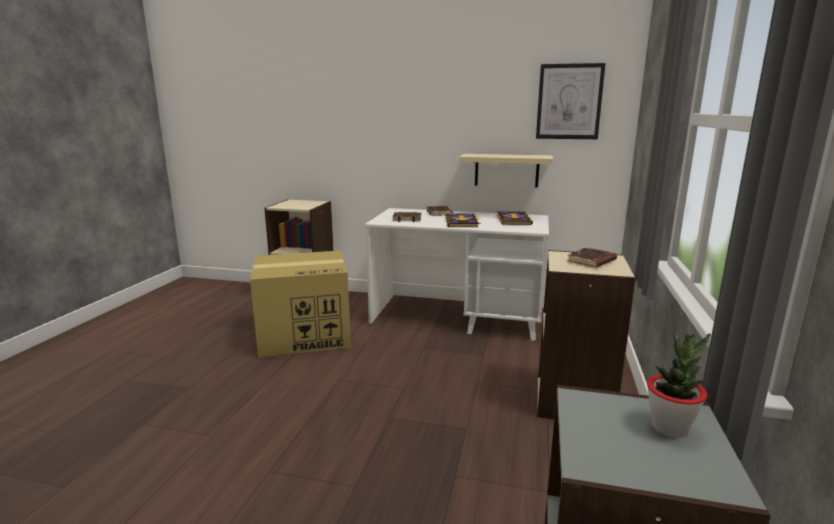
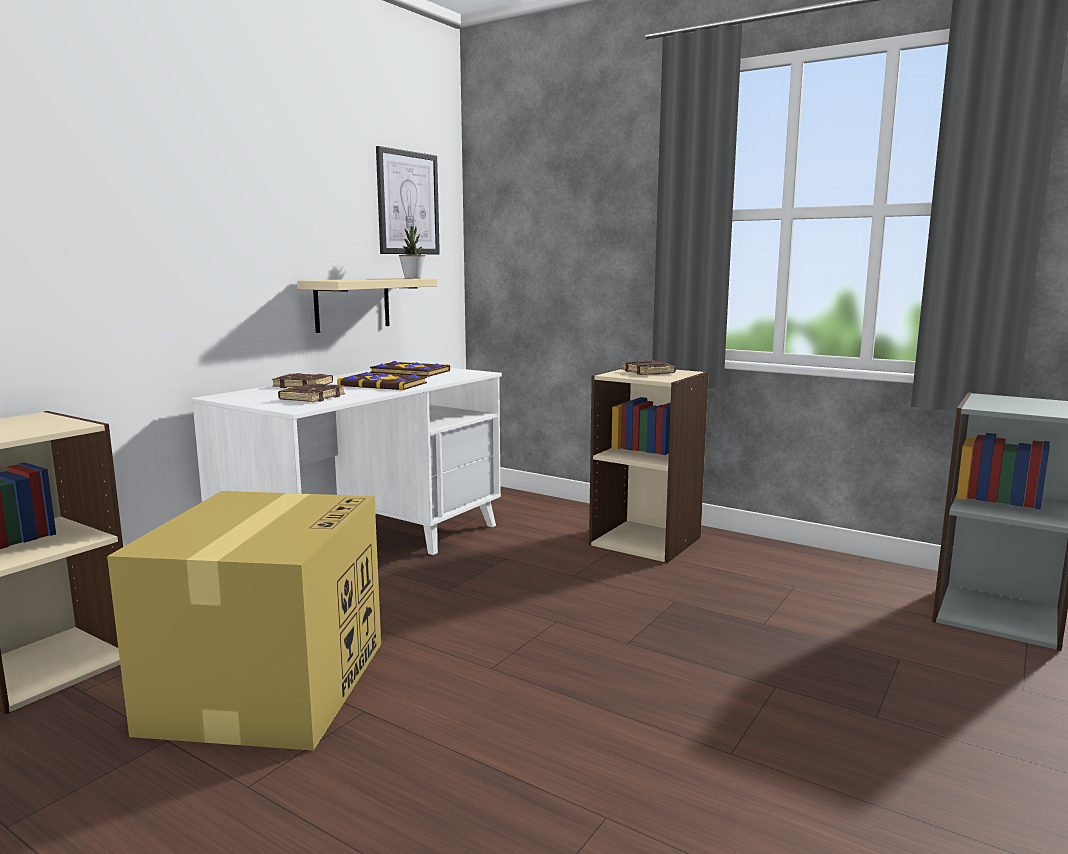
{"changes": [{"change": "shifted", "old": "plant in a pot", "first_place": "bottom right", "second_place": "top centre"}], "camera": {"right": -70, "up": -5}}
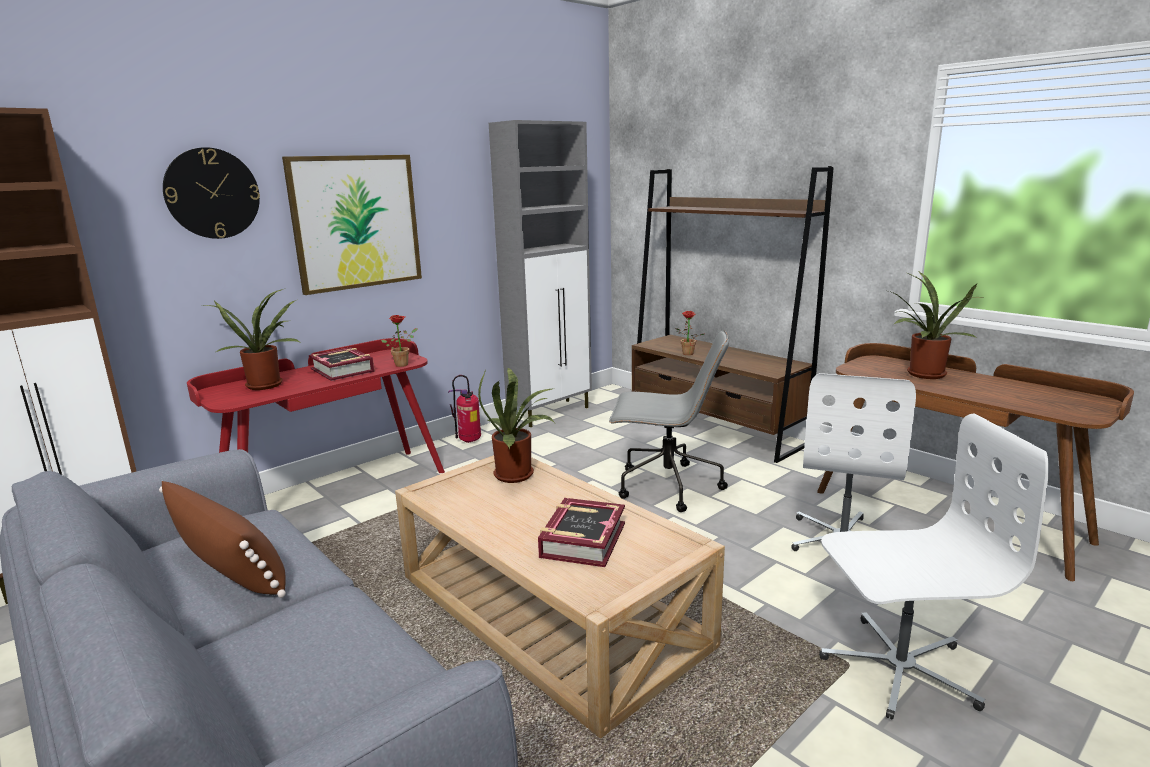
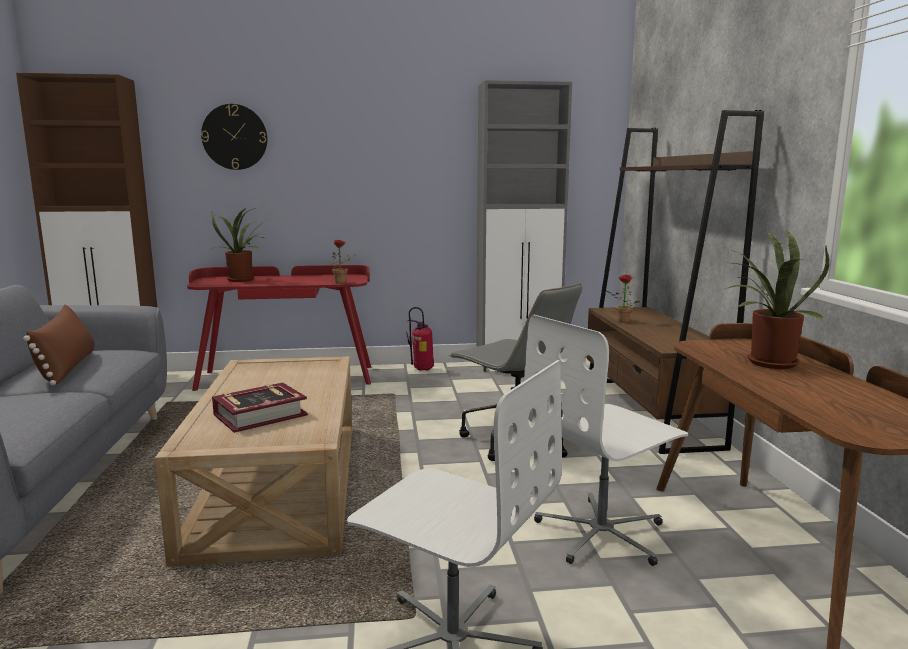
{"changes": [{"change": "gone", "old": "wall picture", "first_place": "top left"}, {"change": "gone", "old": "bound book (no. 1 from left)", "first_place": "middle left"}, {"change": "gone", "old": "plant in a pot (no. 3 from left)", "first_place": "centre"}], "camera": {"right": 35, "up": -5}}
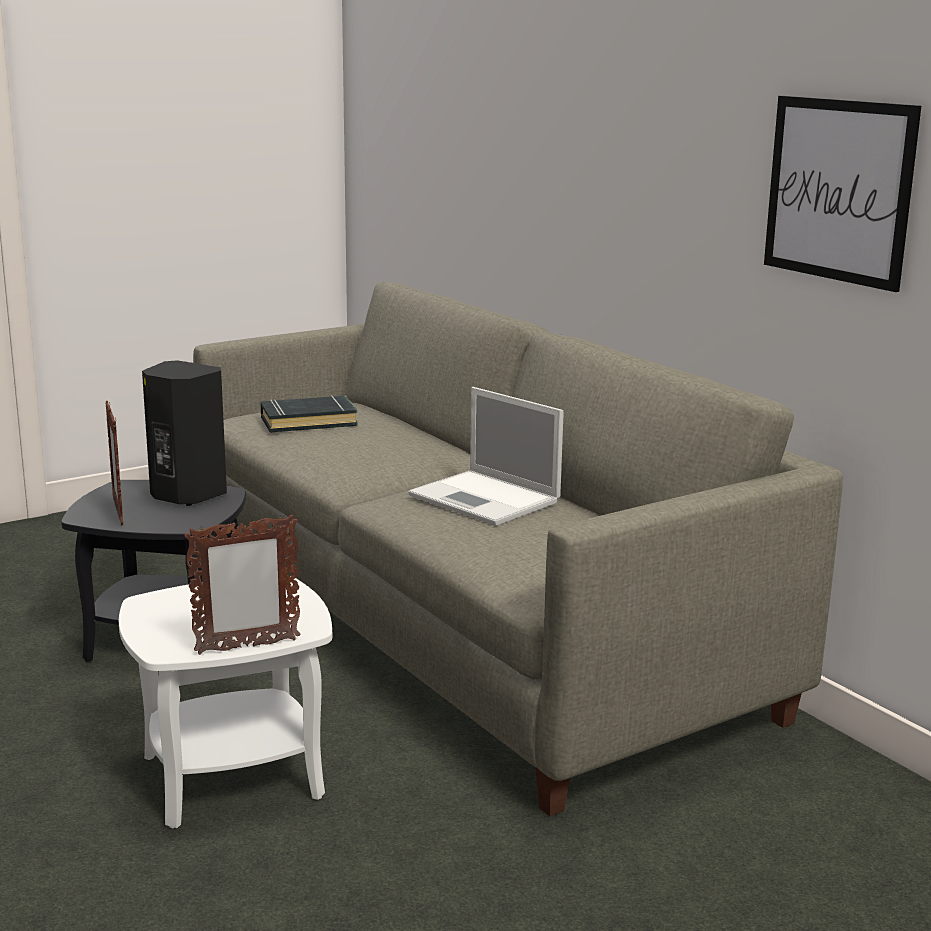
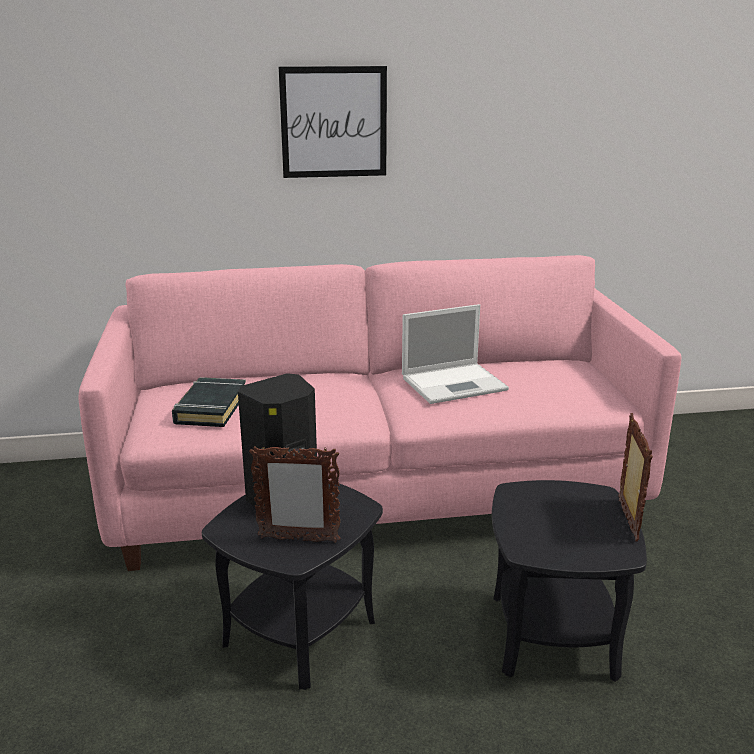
{"changes": [{"change": "shifted", "old": "wall picture", "first_place": "top right", "second_place": "top centre"}, {"change": "repainted", "old": "side table (white)", "new": "side table (blackish) (no. 2 from left)", "first_place": "bottom left", "second_place": "bottom right"}, {"change": "repainted", "old": "settee (gray)", "new": "settee (pink-coloured)", "first_place": "centre", "second_place": "centre"}], "camera": {"right": -65, "up": 5}}
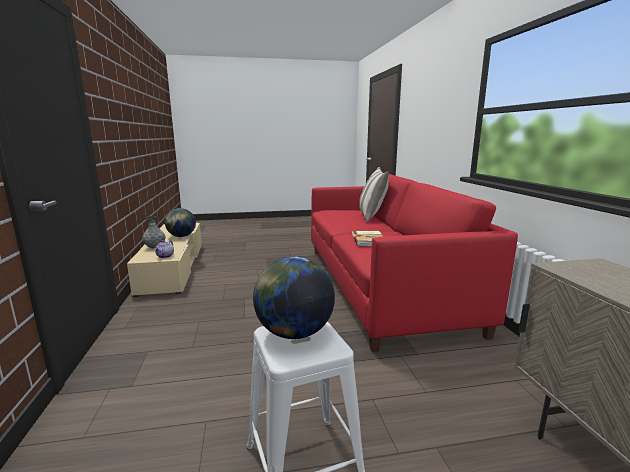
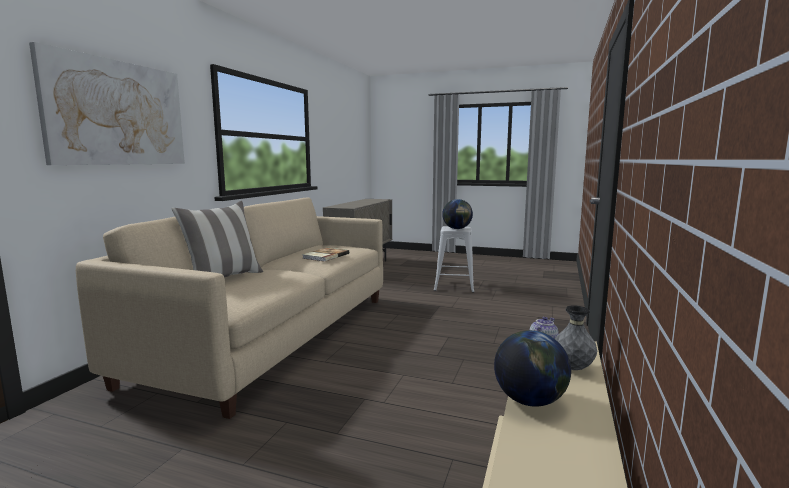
{"changes": [{"change": "new", "new": "wall picture", "second_place": "top left"}, {"change": "repainted", "old": "settee (red-coloured)", "new": "settee (beige)", "first_place": "centre", "second_place": "middle left"}], "camera": {"right": -150, "up": -5}}
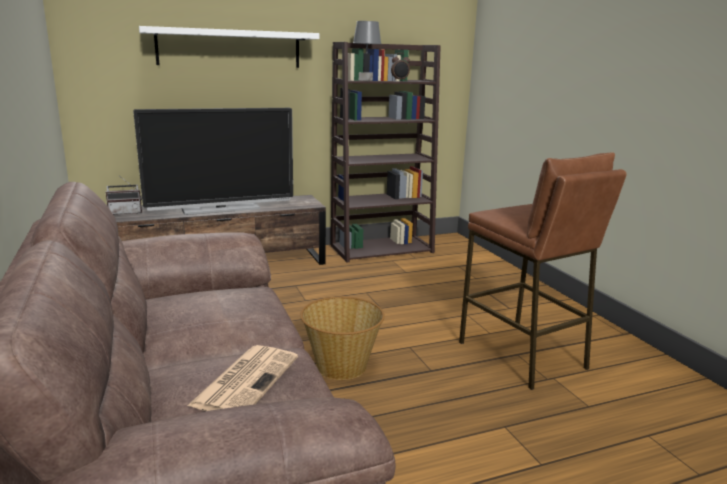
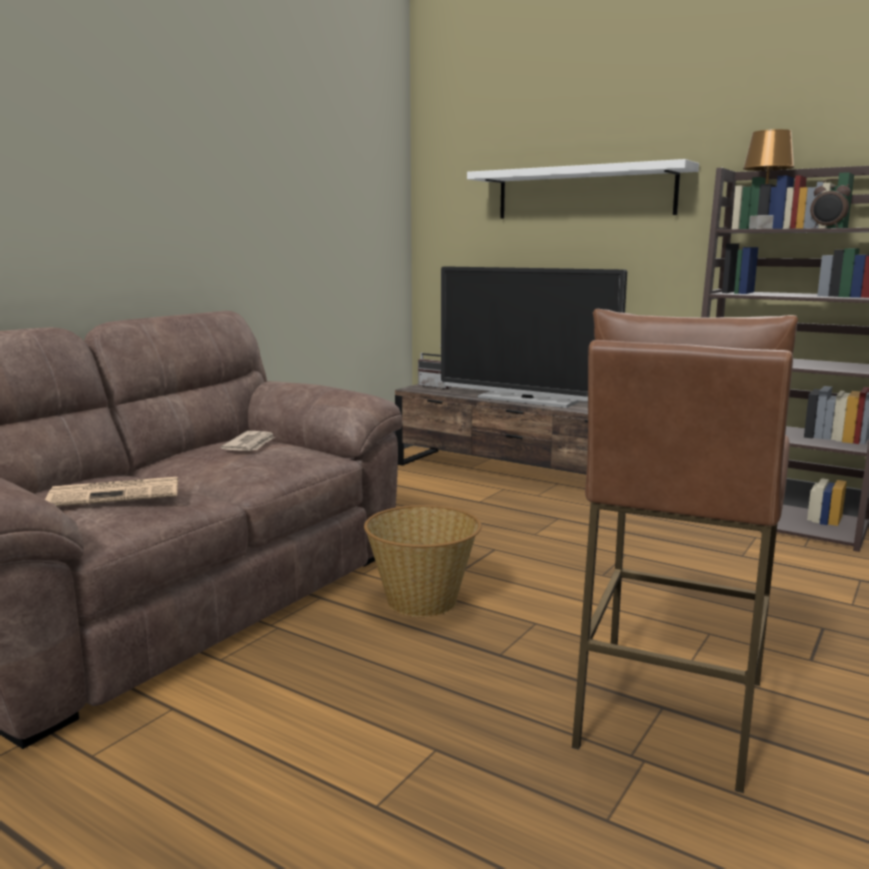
{"changes": [{"change": "new", "new": "printed paper (no. 2 from left)", "second_place": "middle left"}, {"change": "repainted", "old": "tabletop lamp (gray)", "new": "tabletop lamp (brownish)", "first_place": "top centre", "second_place": "top right"}], "camera": {"right": 55, "up": -5}}
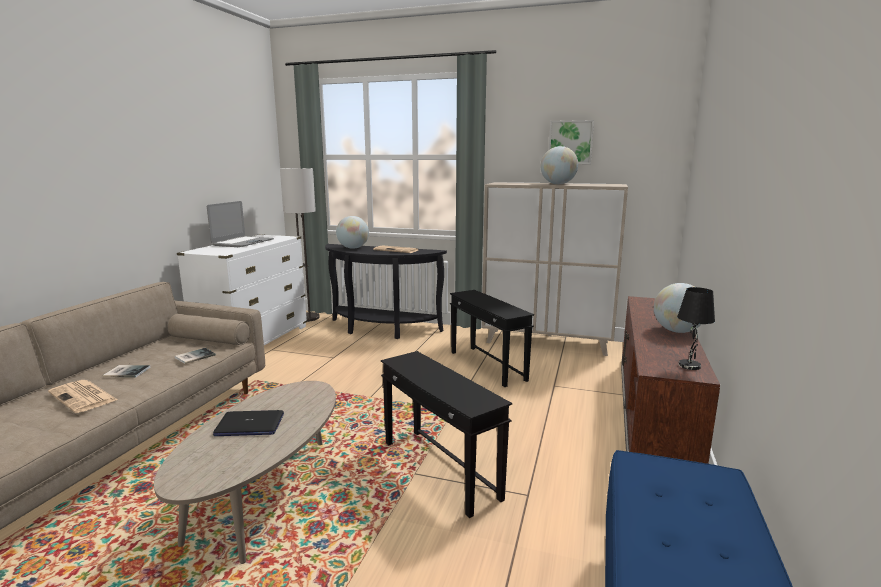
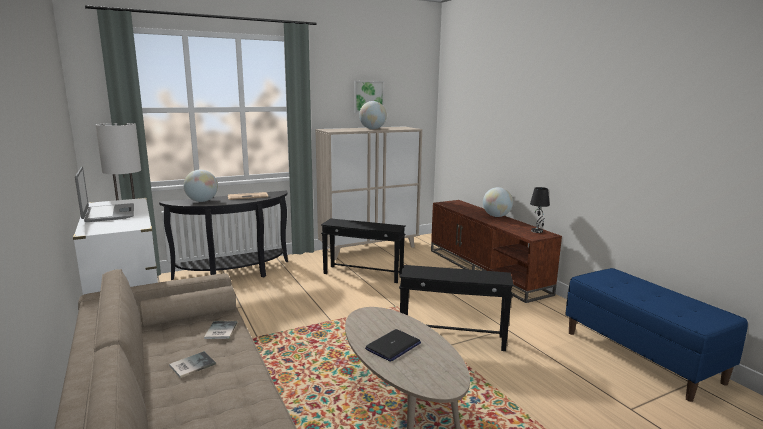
{"changes": [{"change": "gone", "old": "printed paper (no. 1 from left)", "first_place": "bottom left"}], "camera": {"right": -45, "up": 0}}
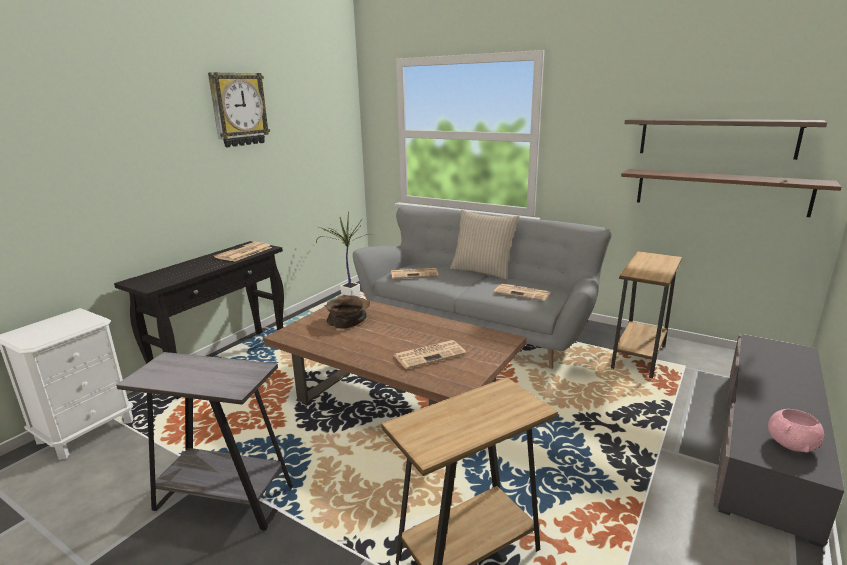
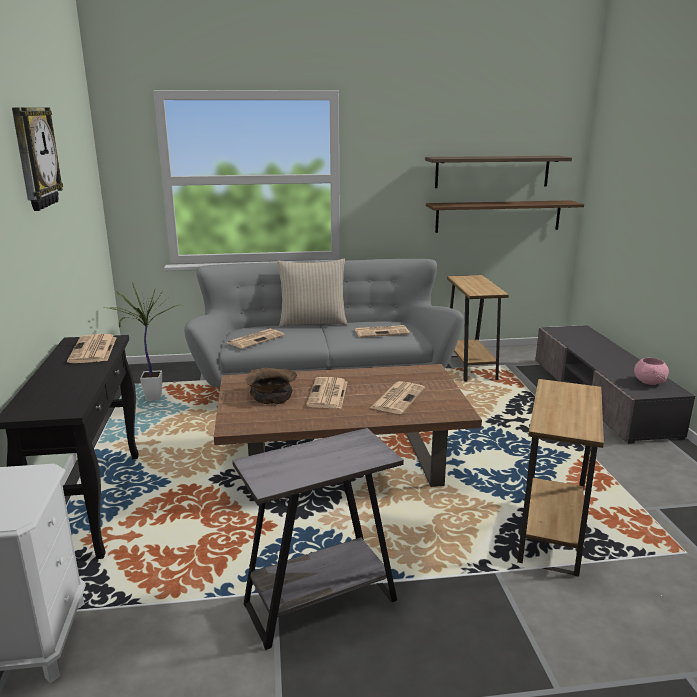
{"changes": [{"change": "new", "new": "printed paper (no. 3 from left)", "second_place": "centre"}], "camera": {"right": -40, "up": 0}}
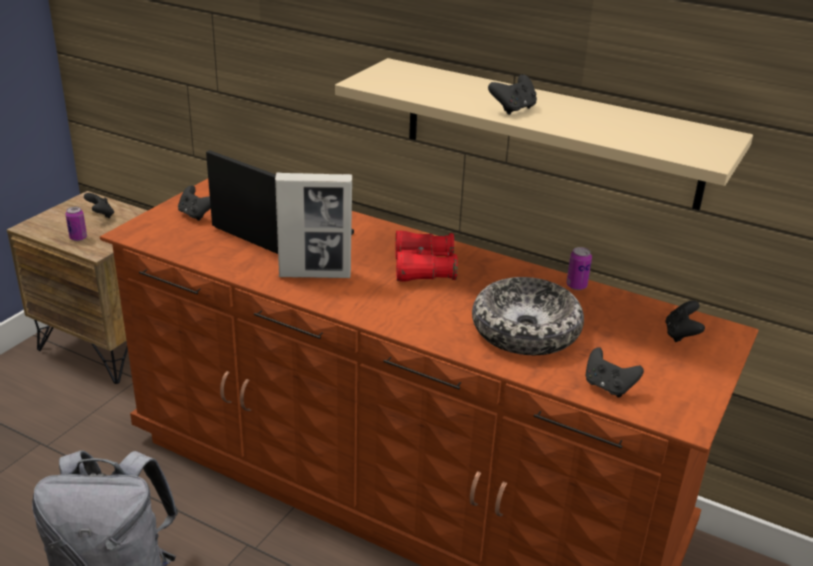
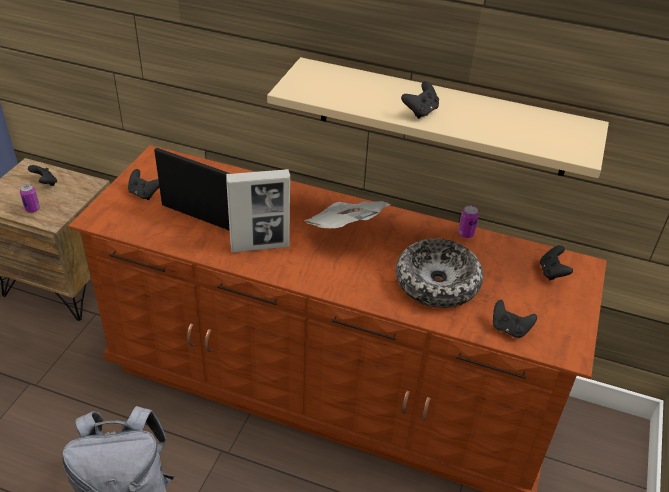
{"changes": [{"change": "swapped", "old": "field glasses (red-coloured)", "new": "printed paper", "first_place": "centre", "second_place": "centre"}], "camera": {"right": -10, "up": 10}}
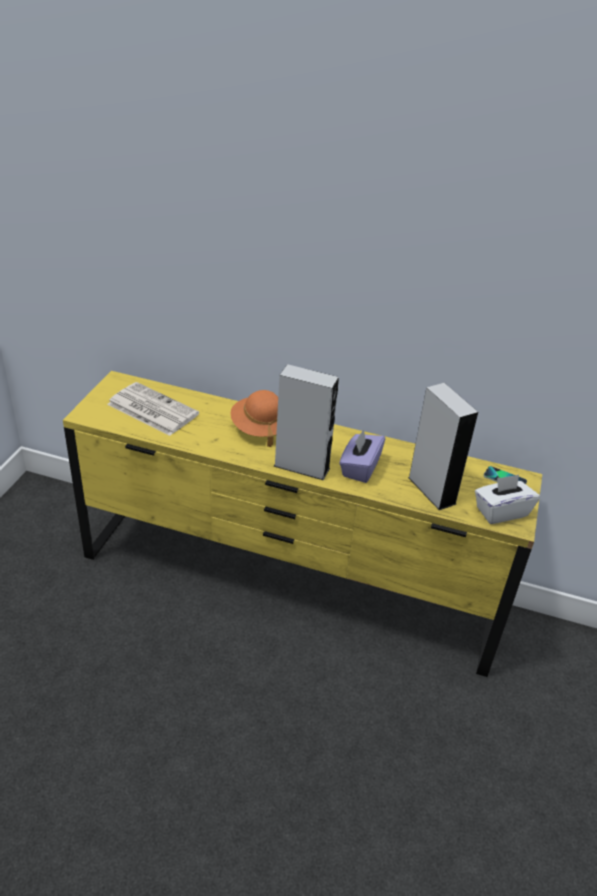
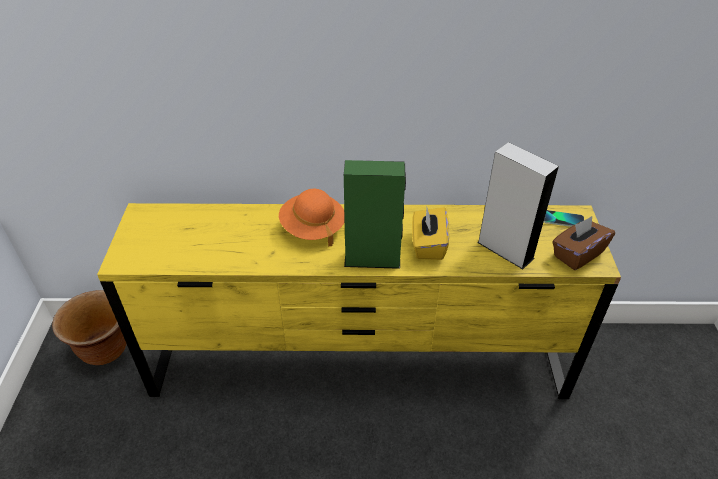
{"changes": [{"change": "gone", "old": "printed paper", "first_place": "middle left"}, {"change": "new", "new": "planter (brownish)", "second_place": "bottom left"}, {"change": "repainted", "old": "speaker (gray) (no. 1 from left)", "new": "speaker (greenish)", "first_place": "centre", "second_place": "centre"}, {"change": "repainted", "old": "tissue box (purplish)", "new": "tissue box (yellowish)", "first_place": "centre", "second_place": "centre"}, {"change": "repainted", "old": "tissue box (white)", "new": "tissue box (brownish)", "first_place": "middle right", "second_place": "middle right"}], "camera": {"right": -15, "up": 5}}
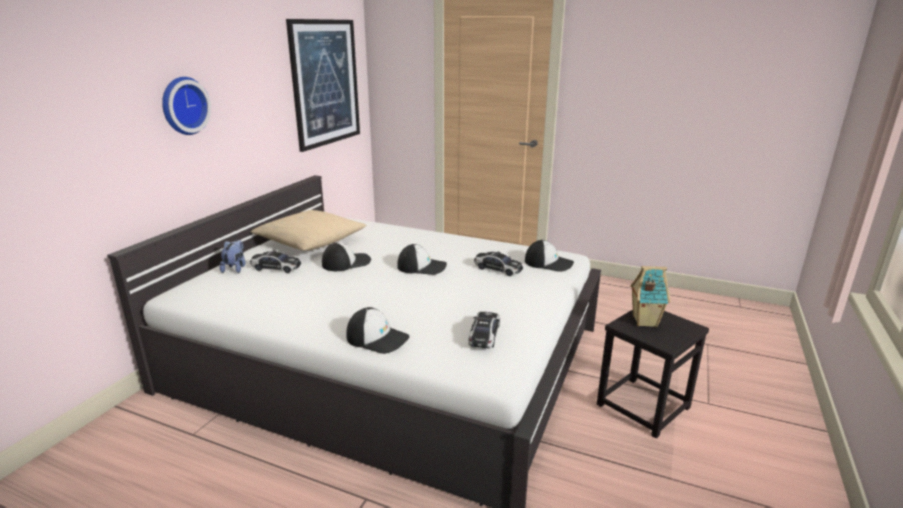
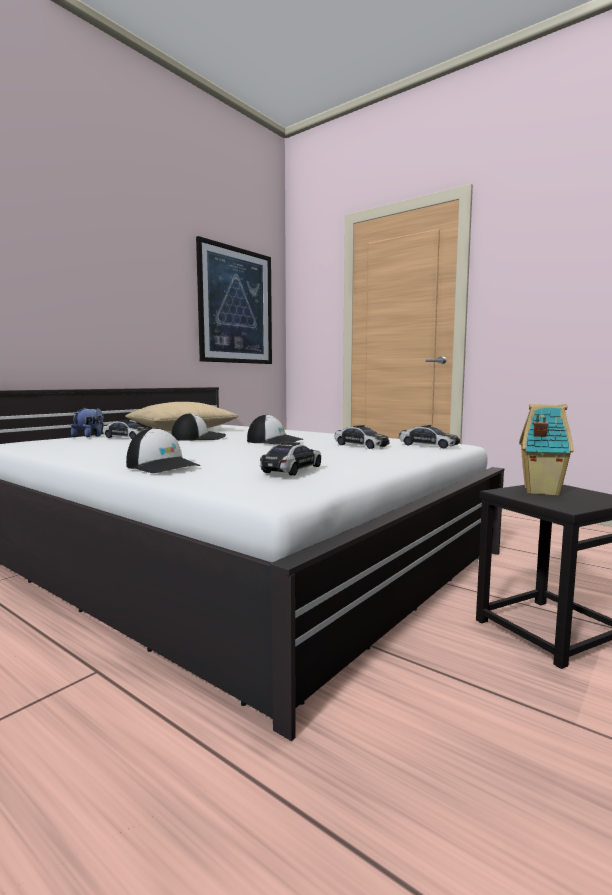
{"changes": [{"change": "gone", "old": "hanging clock", "first_place": "top left"}, {"change": "swapped", "old": "baseball cap (no. 4 from left)", "new": "miniature car (no. 4 from left)", "first_place": "centre", "second_place": "middle right"}], "camera": {"right": 15, "up": -15}}
